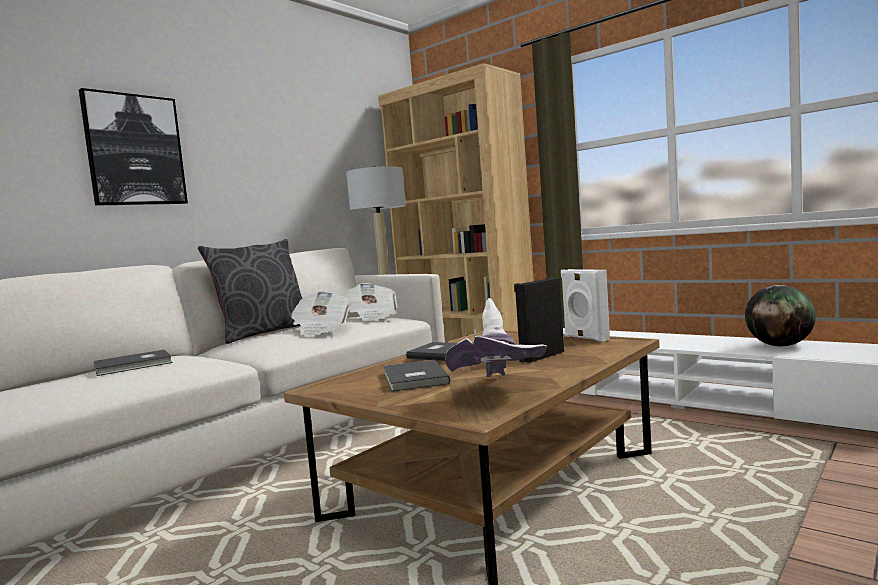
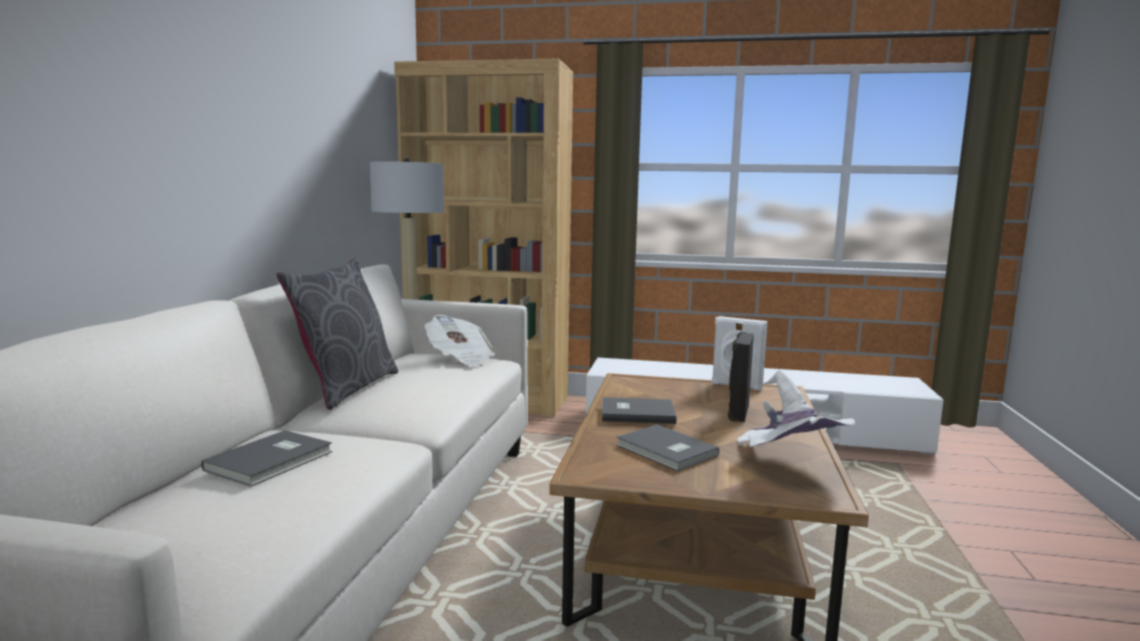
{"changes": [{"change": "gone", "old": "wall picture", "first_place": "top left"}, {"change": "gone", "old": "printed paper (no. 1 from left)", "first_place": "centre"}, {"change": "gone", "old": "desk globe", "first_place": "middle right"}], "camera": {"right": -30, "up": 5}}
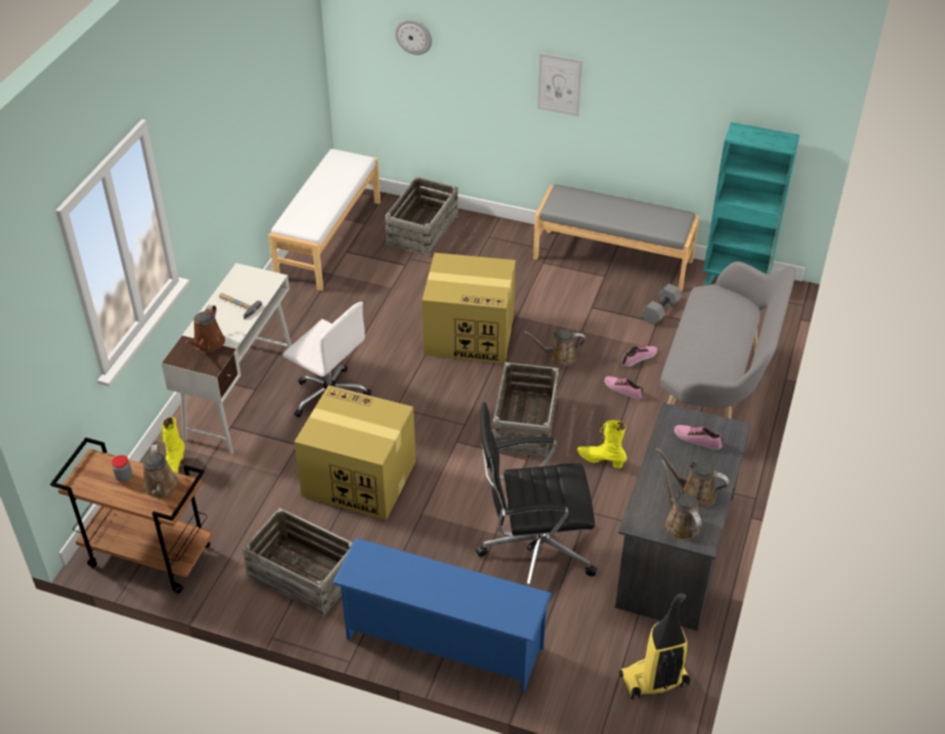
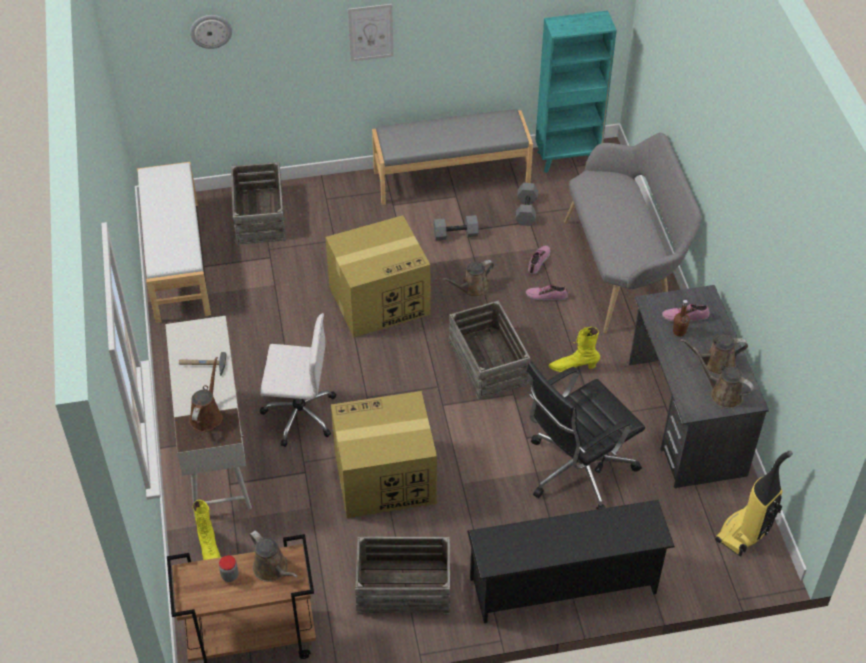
{"changes": [{"change": "new", "new": "hand weight (gray) (no. 1 from left)", "second_place": "centre"}, {"change": "new", "new": "drink bottle (brownish)", "second_place": "middle right"}, {"change": "repainted", "old": "shoe stand (blue)", "new": "shoe stand (blackish)", "first_place": "bottom centre", "second_place": "bottom centre"}, {"change": "rotated", "old": "sprinkling can (brownish) (no. 2 from left in the first image)", "first_place": "middle left", "second_place": "middle left", "degrees": -150}], "camera": {"right": -30, "up": 5}}
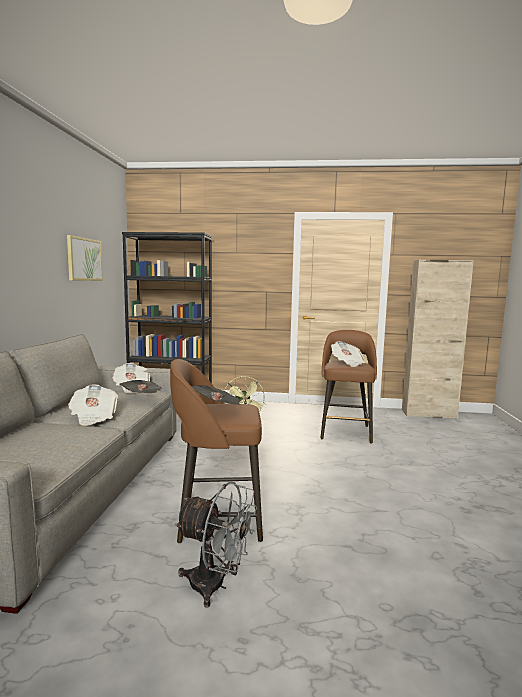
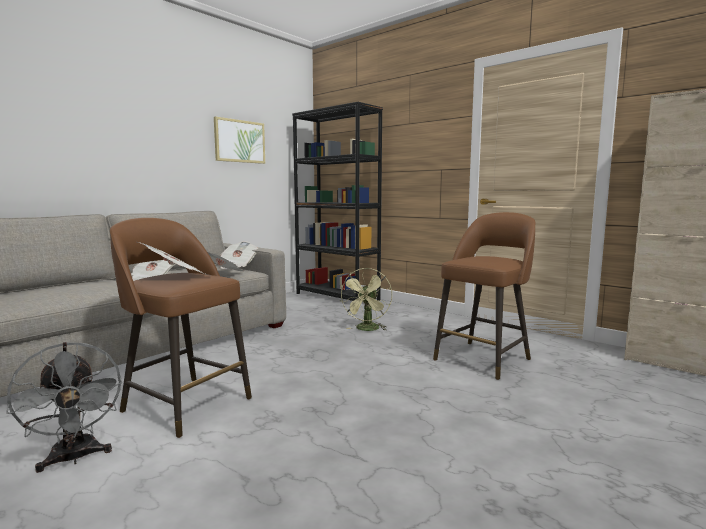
{"changes": [{"change": "gone", "old": "printed paper (no. 5 from left)", "first_place": "middle right"}], "camera": {"right": 35, "up": 0}}
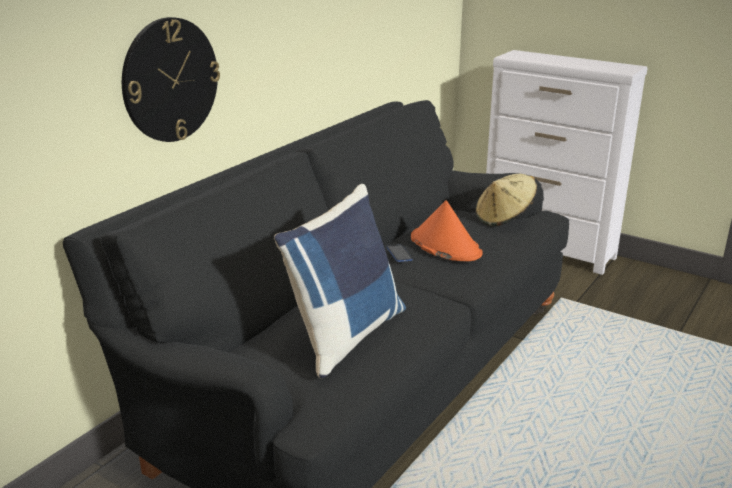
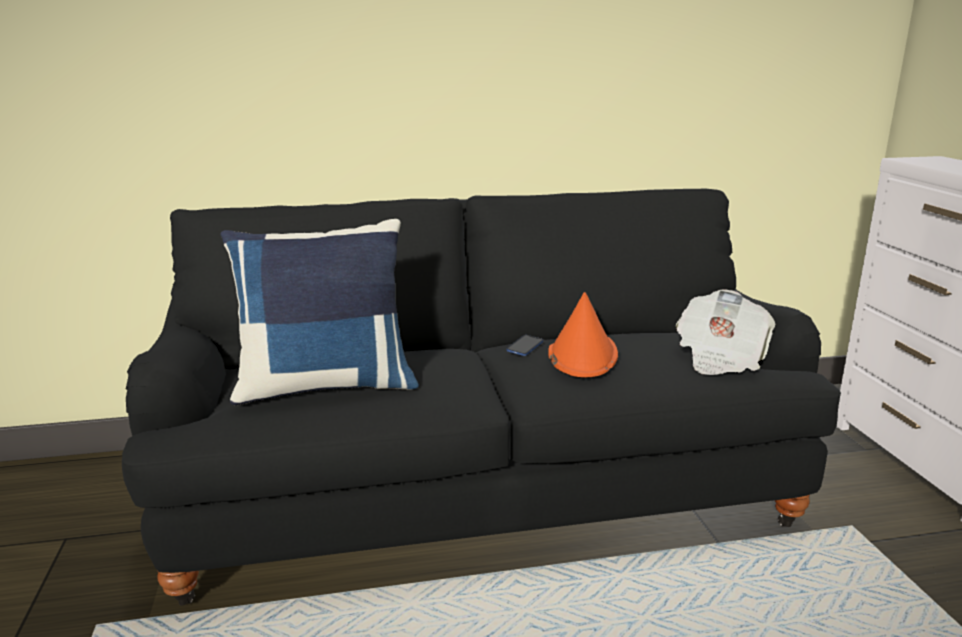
{"changes": [{"change": "gone", "old": "hanging clock", "first_place": "top left"}, {"change": "swapped", "old": "hat (beige)", "new": "printed paper", "first_place": "middle right", "second_place": "middle right"}], "camera": {"right": 45, "up": -5}}
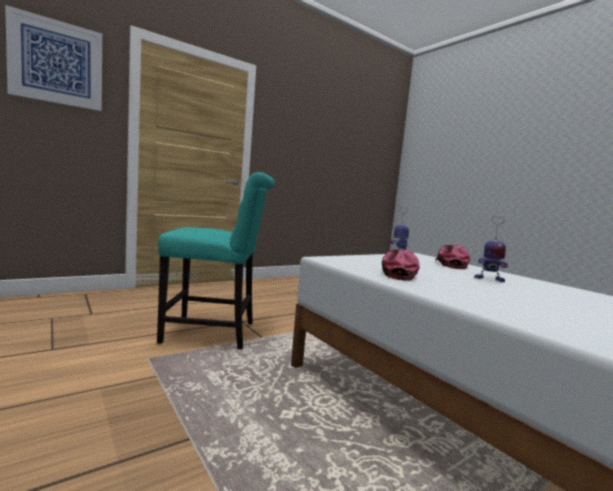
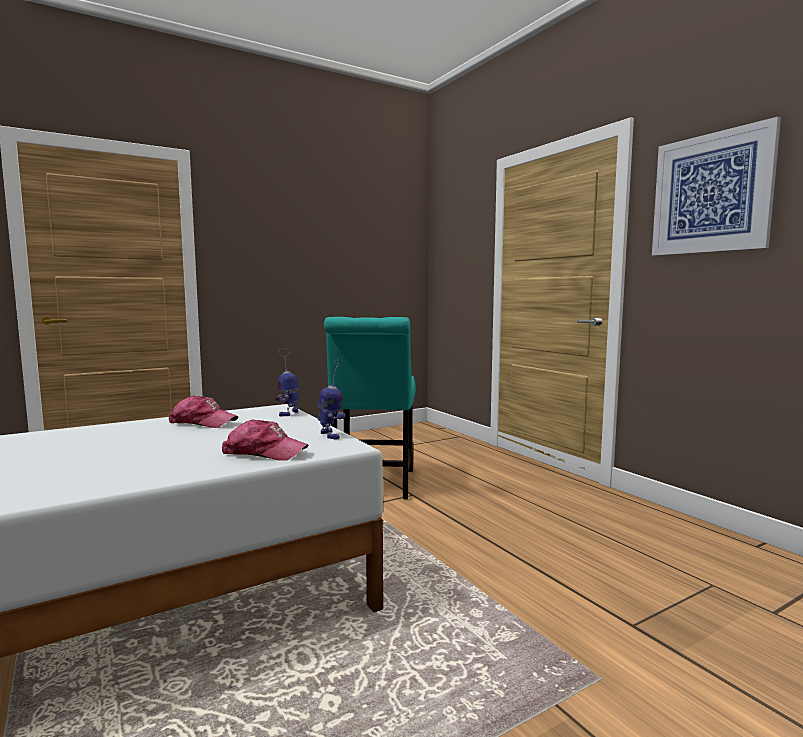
{"changes": [{"change": "shifted", "old": "wall picture", "first_place": "top left", "second_place": "top right"}, {"change": "shifted", "old": "model robot (no. 2 from left in the first image)", "new": "model robot (no. 1 from left)", "first_place": "middle right", "second_place": "centre"}], "camera": {"right": 95, "up": 0}}
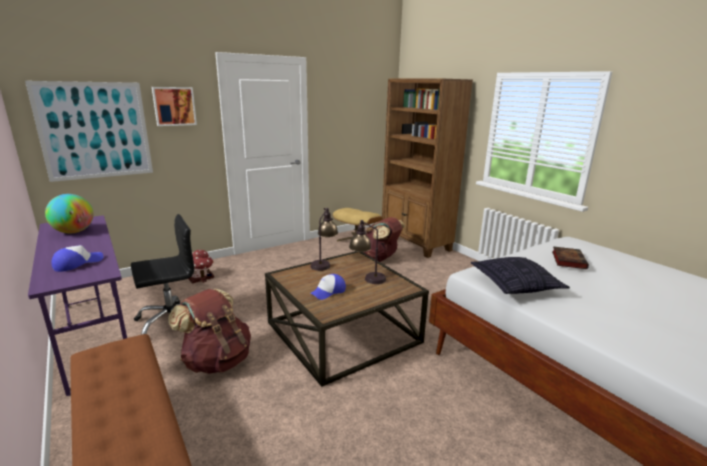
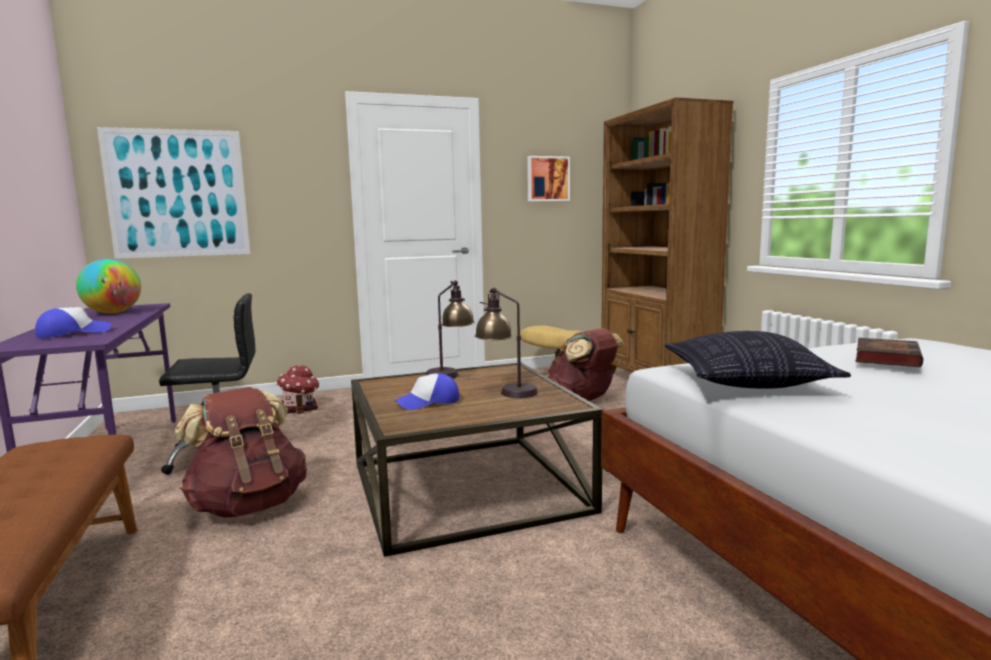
{"changes": [{"change": "shifted", "old": "wall picture (no. 2 from left)", "first_place": "top left", "second_place": "top centre"}], "camera": {"right": 15, "up": -10}}
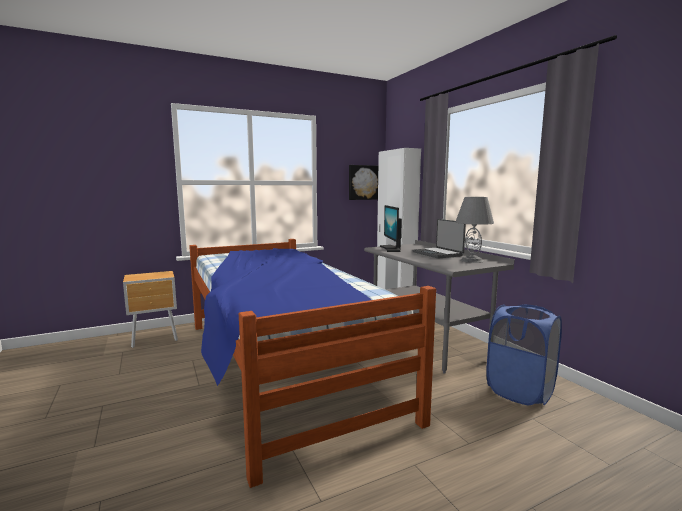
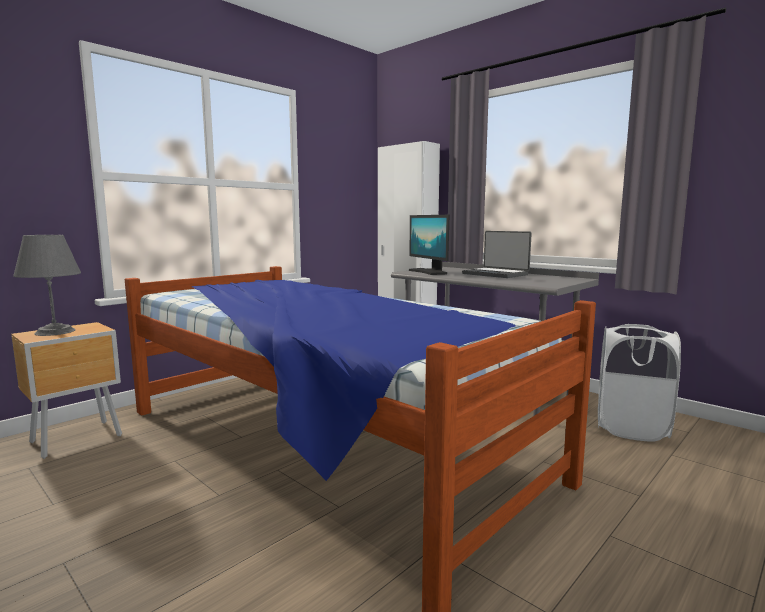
{"changes": [{"change": "gone", "old": "wall picture", "first_place": "centre"}, {"change": "shifted", "old": "tabletop lamp (gray)", "first_place": "middle right", "second_place": "middle left"}, {"change": "repainted", "old": "laundry basket (blue)", "new": "laundry basket (white)", "first_place": "bottom right", "second_place": "middle right"}], "camera": {"right": -20, "up": 0}}
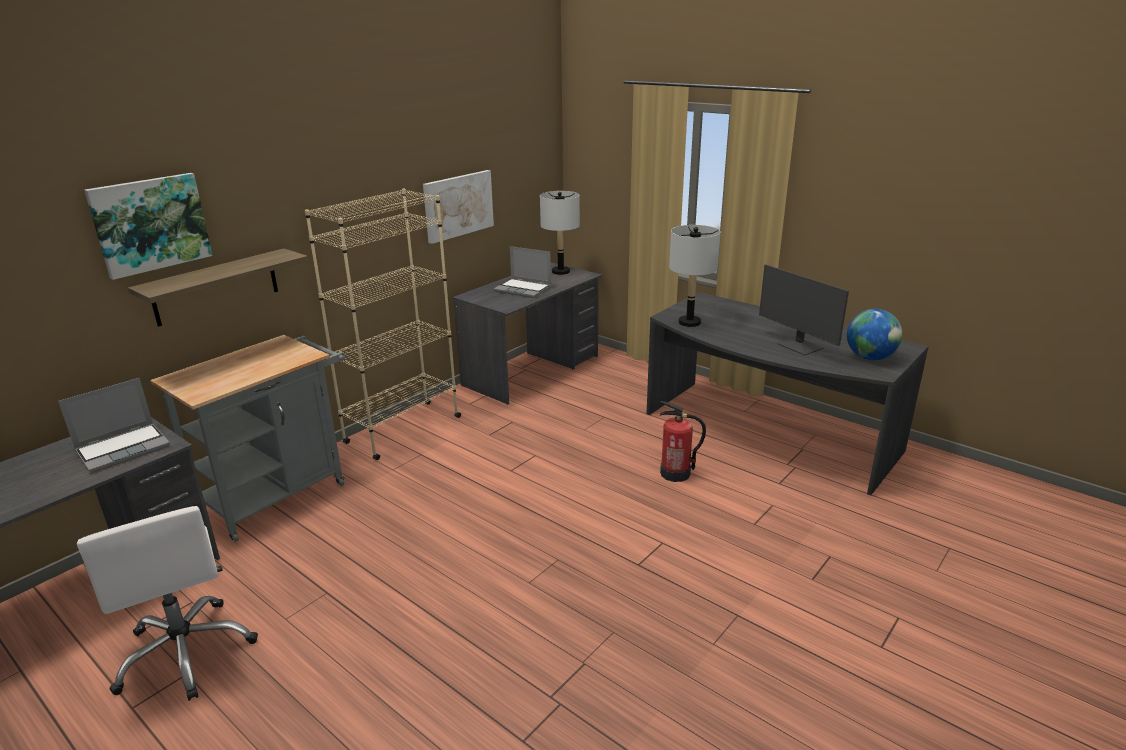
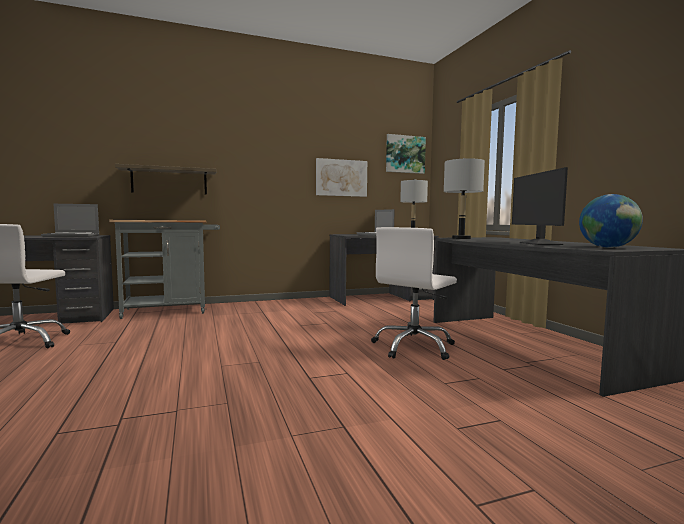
{"changes": [{"change": "gone", "old": "shelving unit (beige)", "first_place": "centre"}, {"change": "shifted", "old": "wall picture (no. 1 from left in the first image)", "new": "wall picture (no. 2 from left)", "first_place": "top left", "second_place": "top centre"}, {"change": "swapped", "old": "fire extinguisher", "new": "desk chair (white) (no. 2 from left)", "first_place": "centre", "second_place": "centre"}], "camera": {"right": 30, "up": -20}}
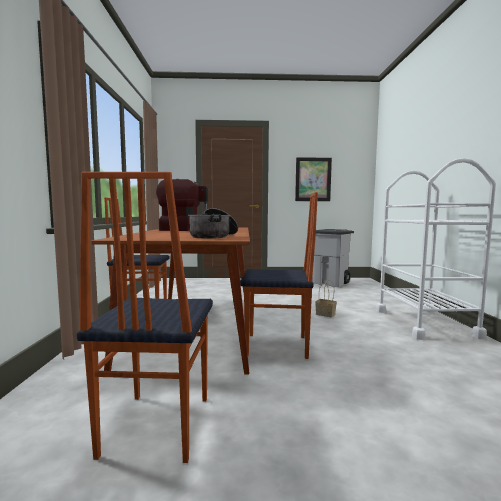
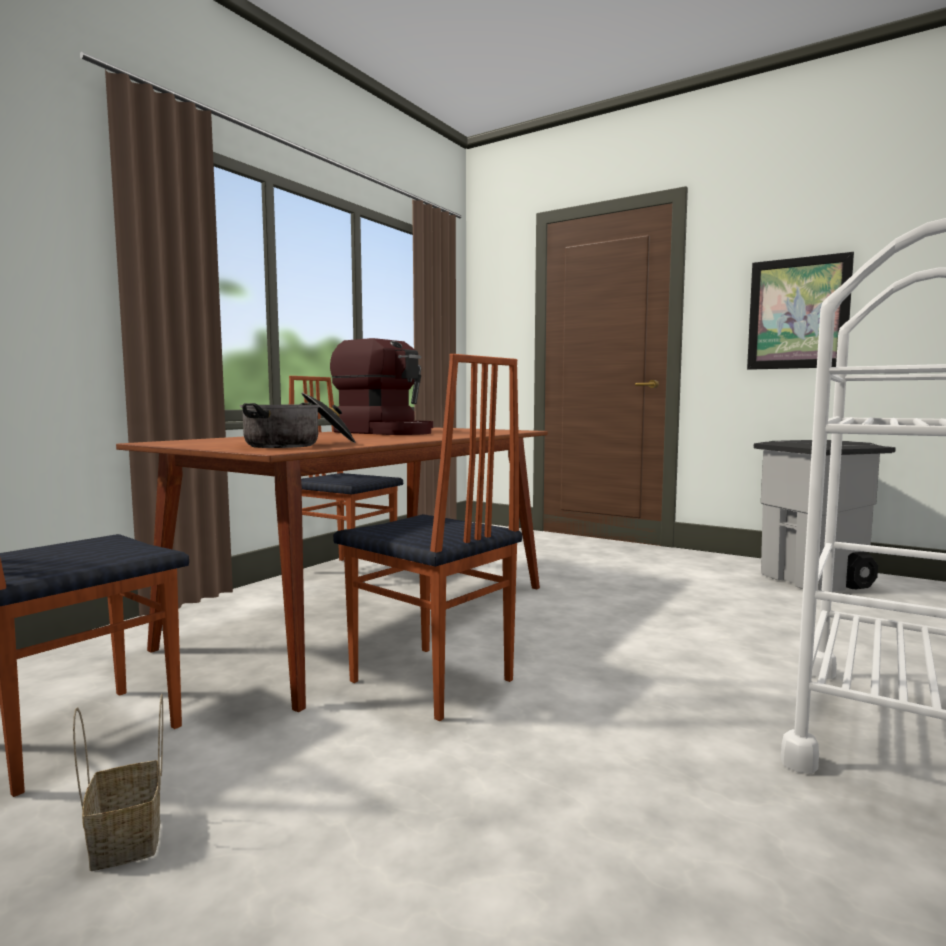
{"changes": [{"change": "shifted", "old": "storage basket", "first_place": "centre", "second_place": "bottom left"}], "camera": {"right": 35, "up": 0}}
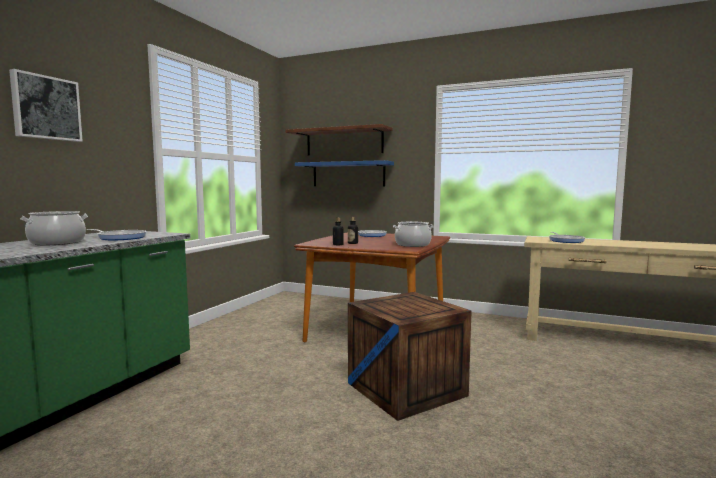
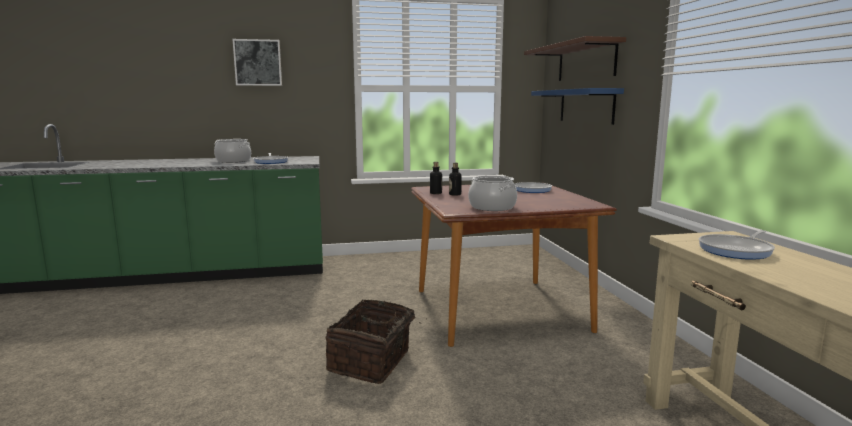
{"changes": [{"change": "swapped", "old": "packing crate", "new": "storage basket", "first_place": "bottom centre", "second_place": "bottom centre"}], "camera": {"right": 55, "up": 5}}
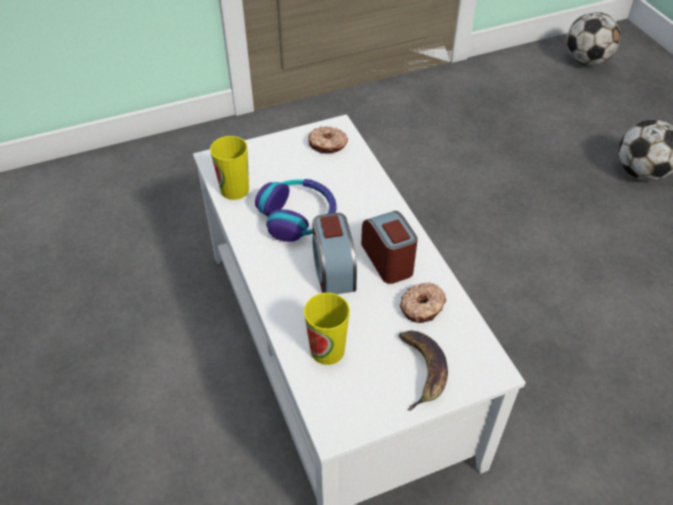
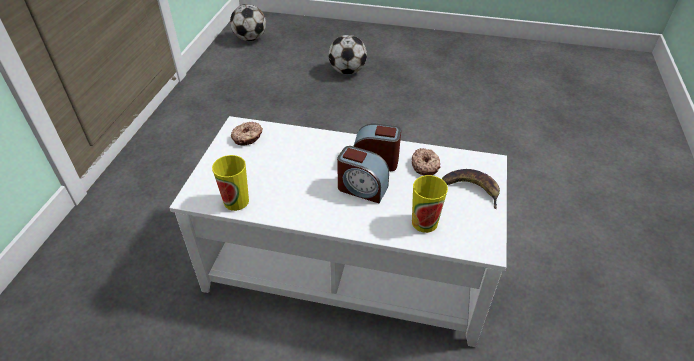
{"changes": [{"change": "gone", "old": "pair of headphones", "first_place": "centre"}], "camera": {"right": -55, "up": -5}}
